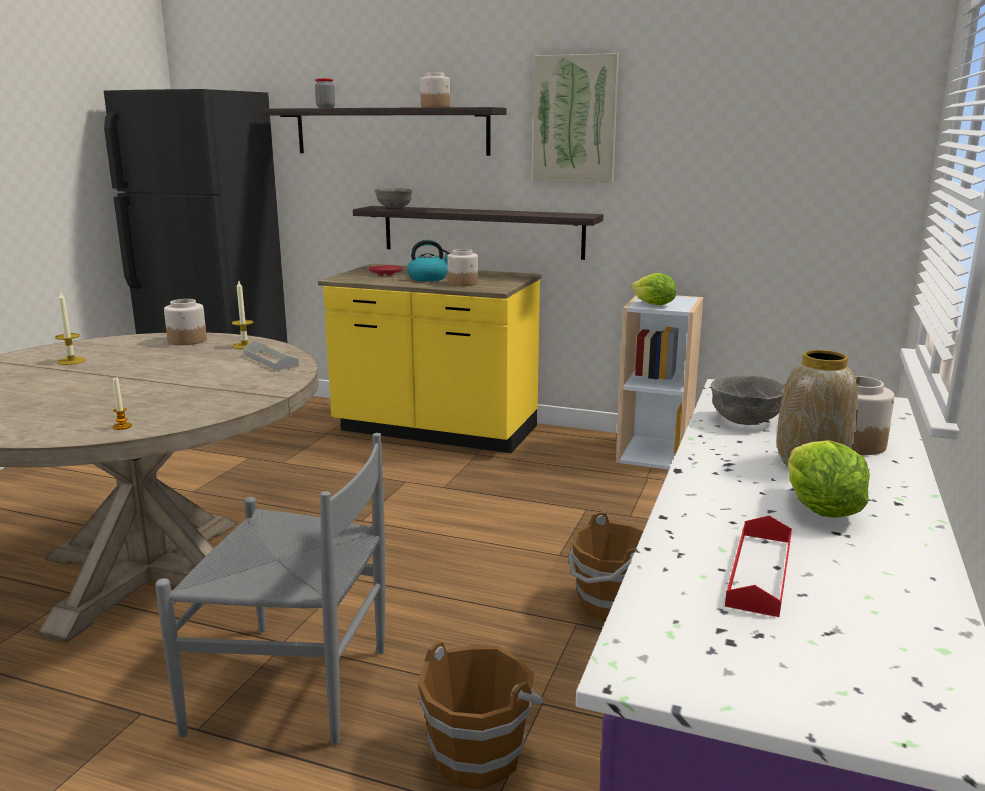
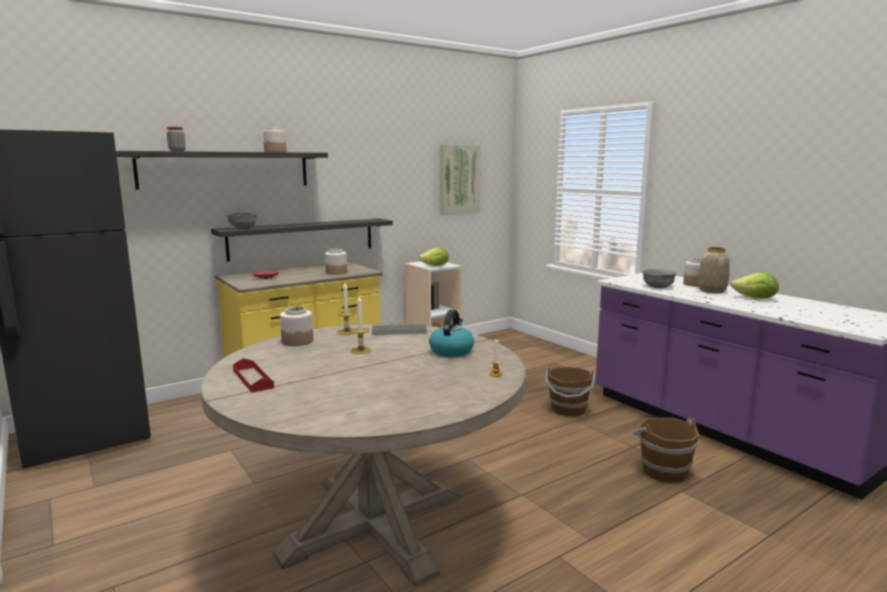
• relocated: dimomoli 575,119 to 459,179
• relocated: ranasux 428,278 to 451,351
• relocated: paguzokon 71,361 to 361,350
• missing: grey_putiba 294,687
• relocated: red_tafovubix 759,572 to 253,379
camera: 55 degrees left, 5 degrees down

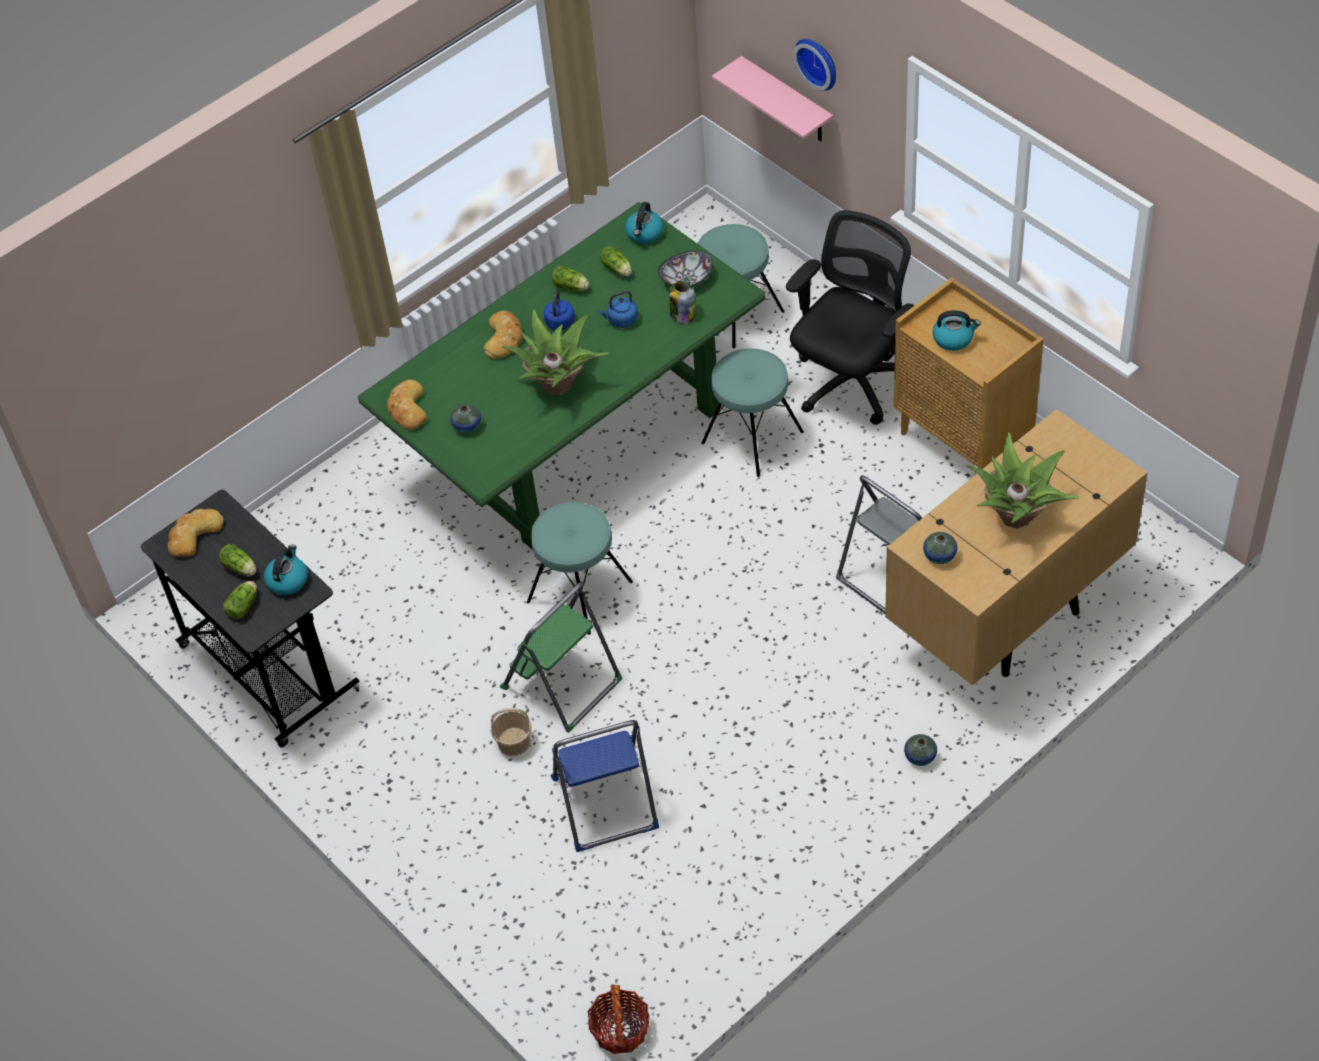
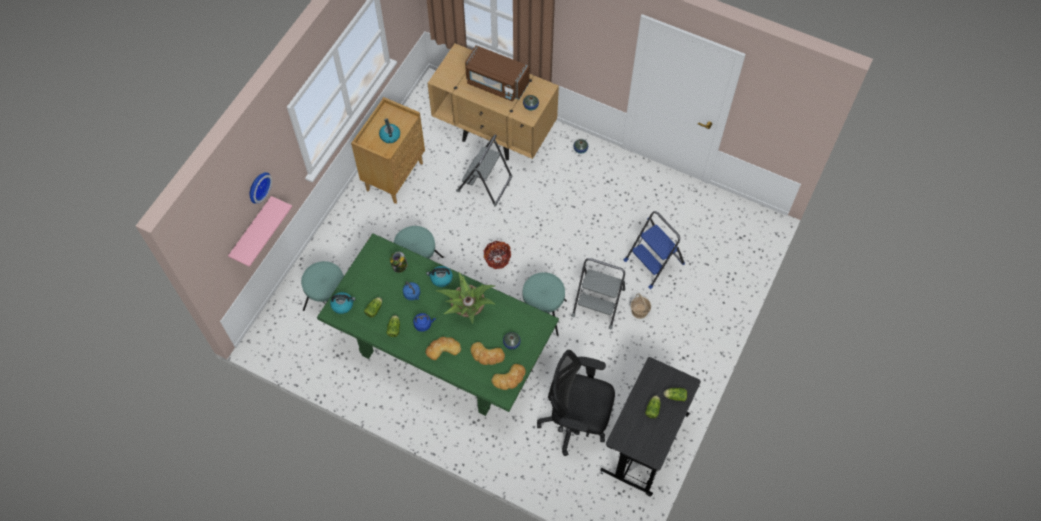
• relocated: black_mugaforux 851,387 to 577,421
• missing: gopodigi 686,280
• exchanged: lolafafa 1017,515 to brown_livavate 496,83
• relocated: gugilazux 193,535 to 487,355
• relocated: ranasux 287,580 to 441,279
• colour: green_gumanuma 564,685 to grey_gumanuma 599,300
• relocated: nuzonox 620,1030 to 497,258
camera: 115 degrees left, 10 degrees up

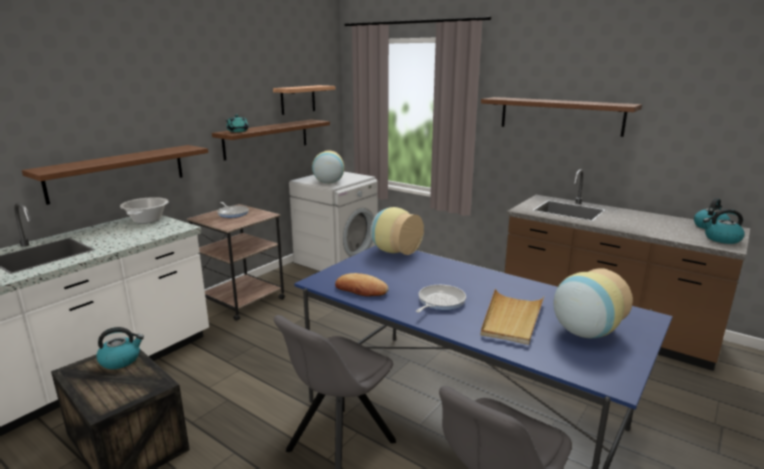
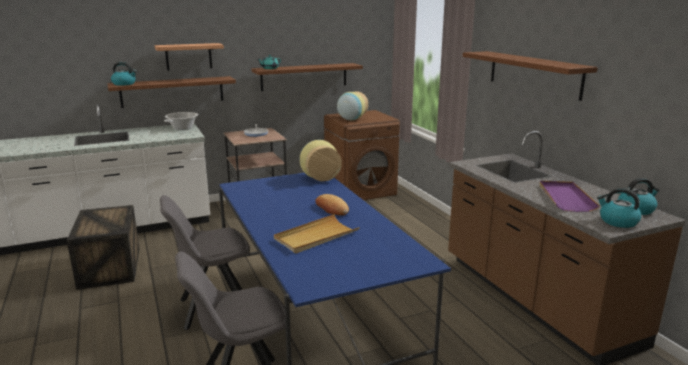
• relocated: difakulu 298,99 to 188,56
• colour: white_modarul 338,259 to brown_modarul 362,190
• missing: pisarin 584,332
• relocated: gugilazux 361,290 to 332,209
• missing: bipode 439,301
• relocated: ranasux 121,360 to 124,84
• appeared: purple_tafovubix 565,198
camera: 30 degrees right, 0 degrees up

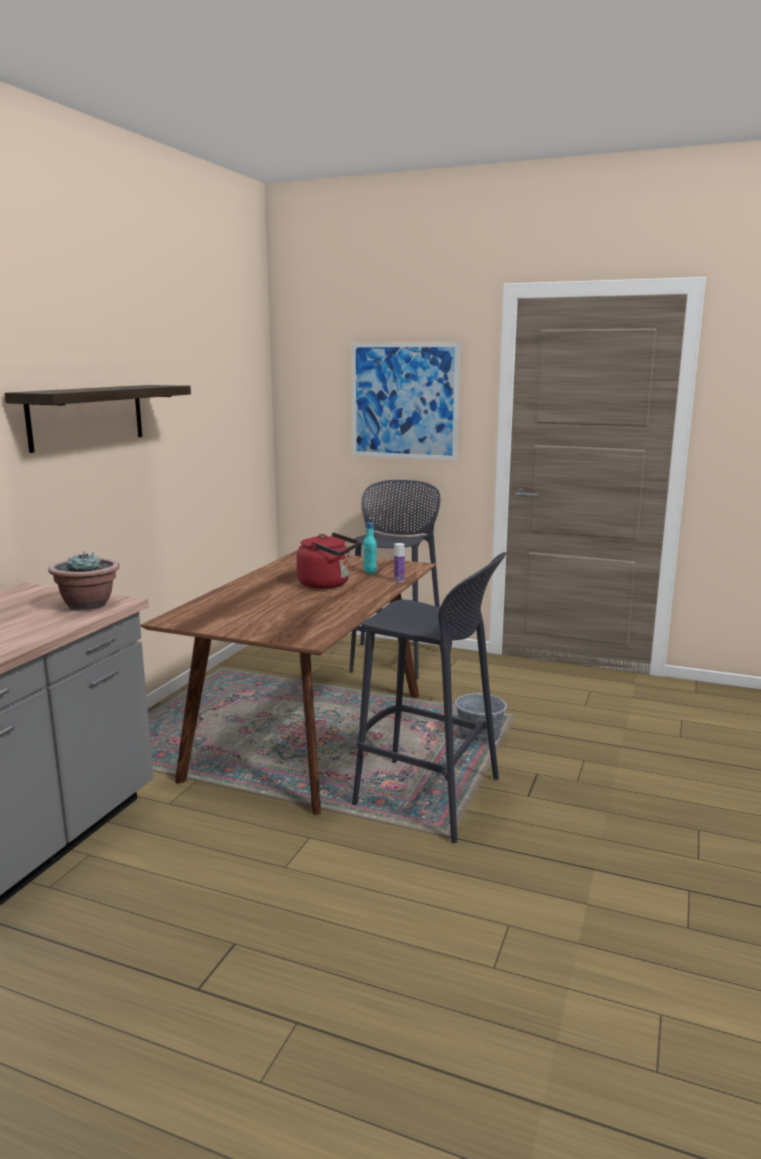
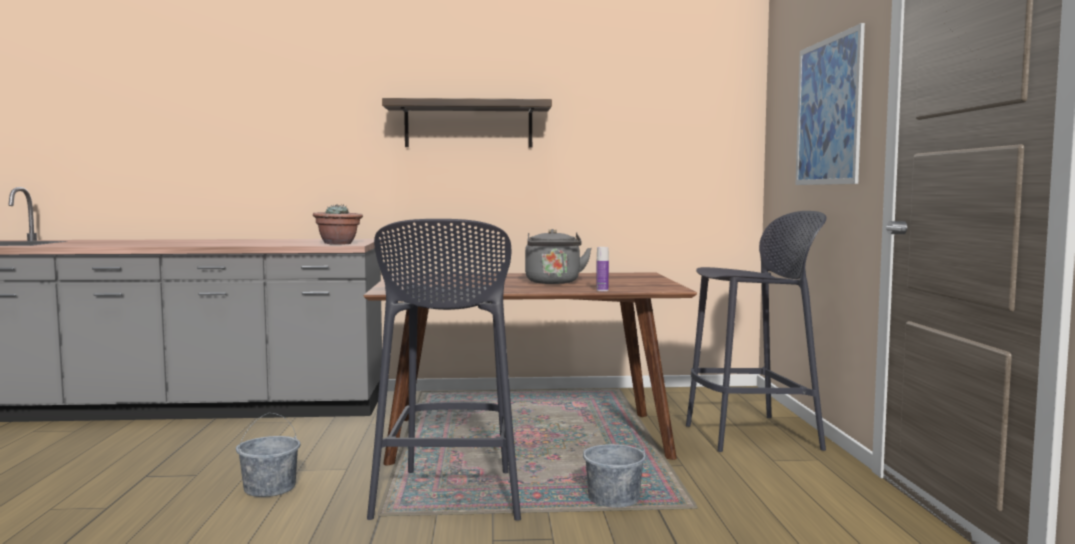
• missing: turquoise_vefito 370,572
• colour: red_ranasux 327,584 to grey_ranasux 553,282
• appeared: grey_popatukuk 270,488
camera: 65 degrees right, 10 degrees down

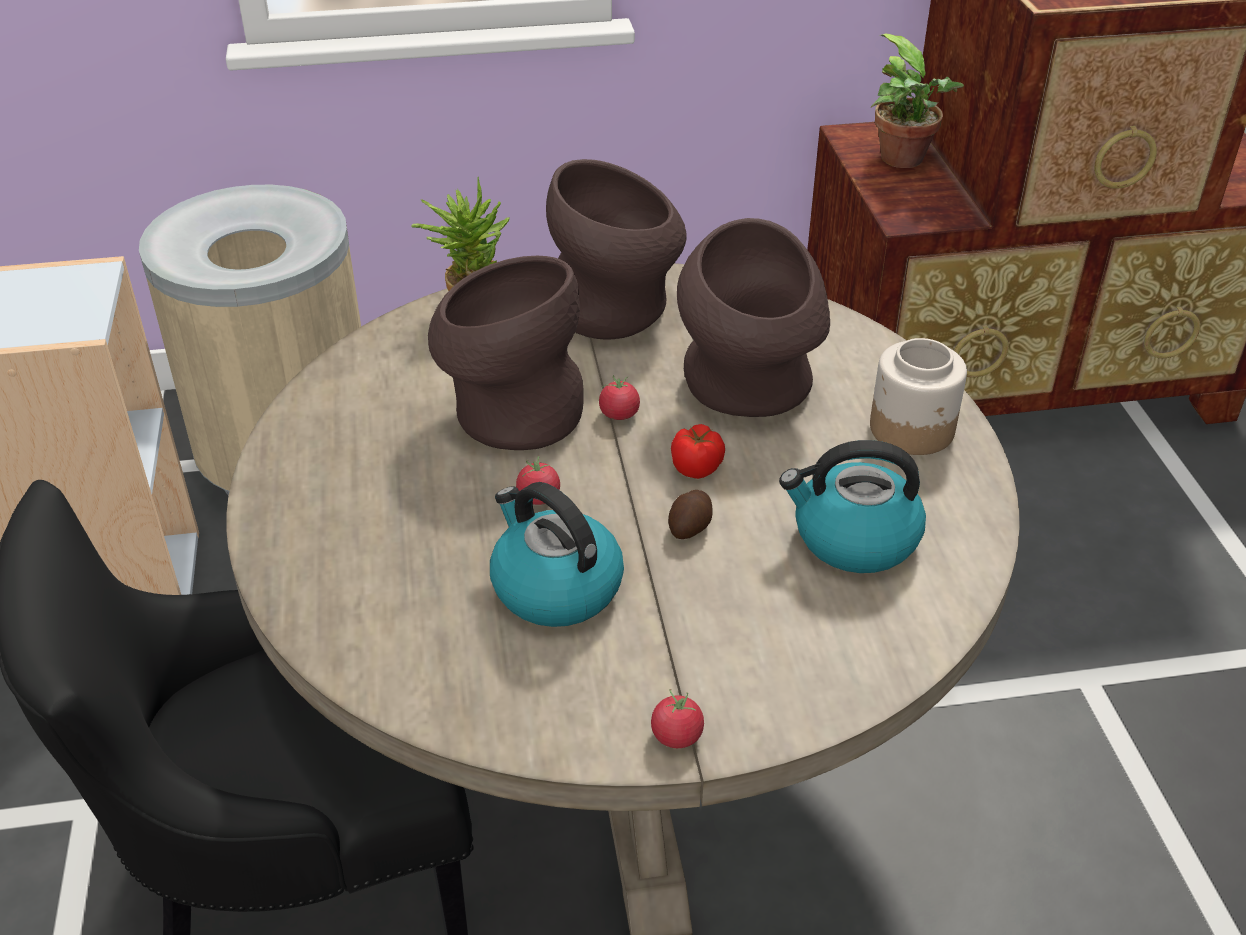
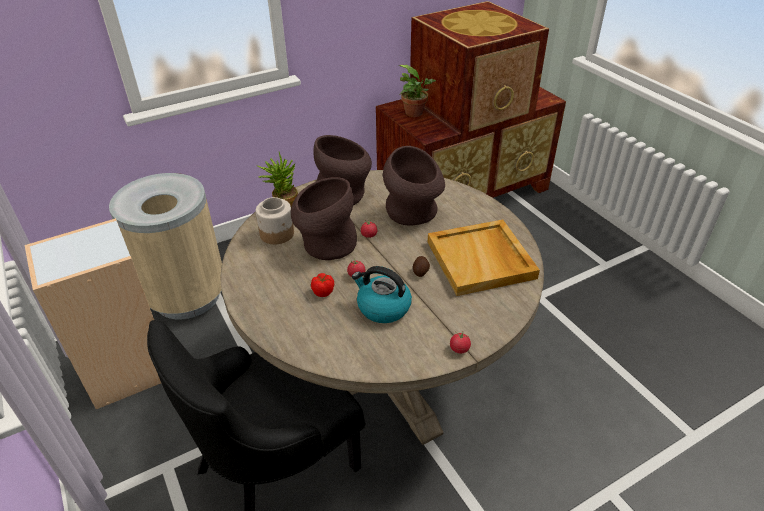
• relocated: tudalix 913,429 to 277,234
• relocated: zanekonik 697,468 to 323,291
• exchanged: ranasux 853,539 to beige_tafovubix 481,260
camera: 20 degrees left, 0 degrees up

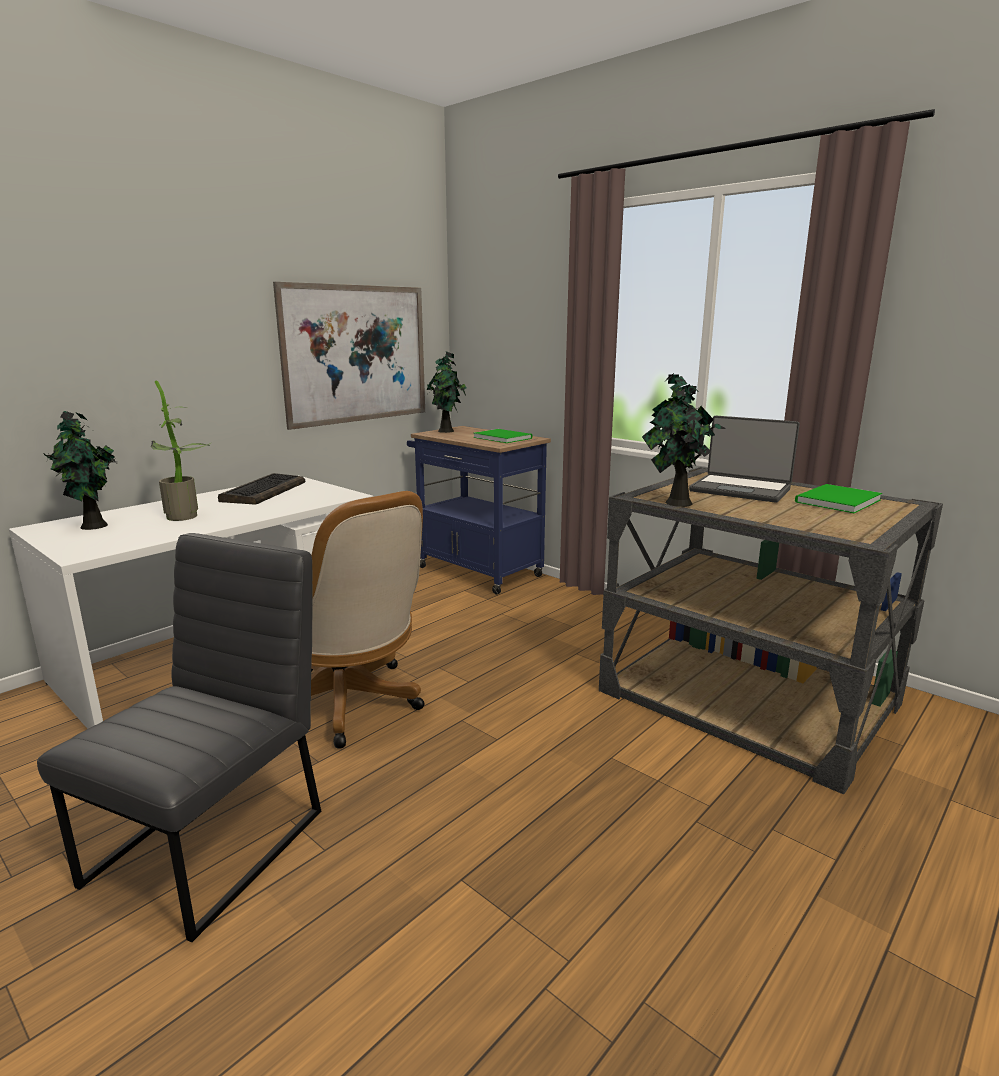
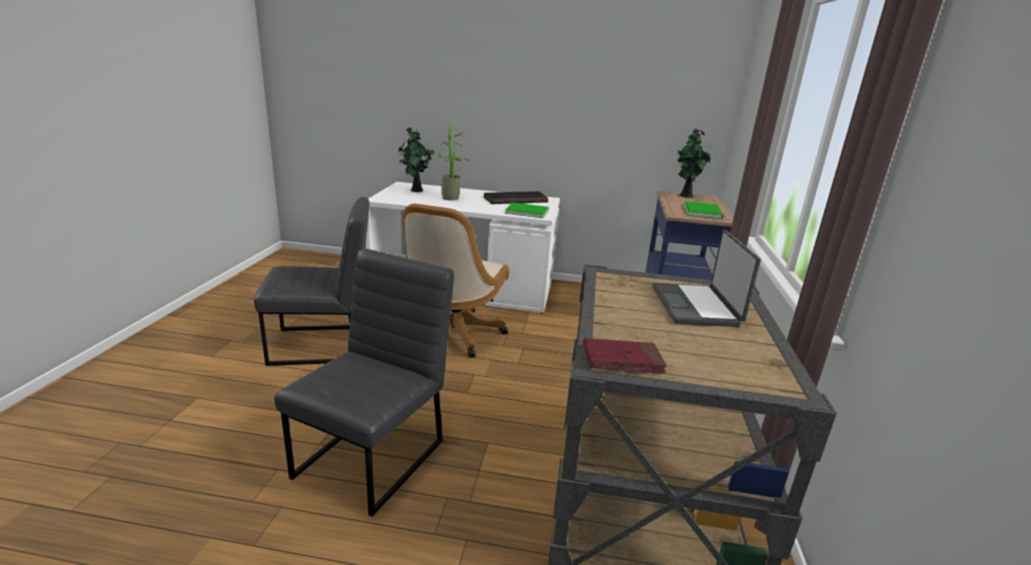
• missing: dimomoli 357,354
• missing: lolafafa 676,503
• relocated: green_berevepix 835,501 to 526,211
• appeared: grey_putiba 374,456
• appeared: red_berevepix 622,359
camera: 55 degrees right, 5 degrees up

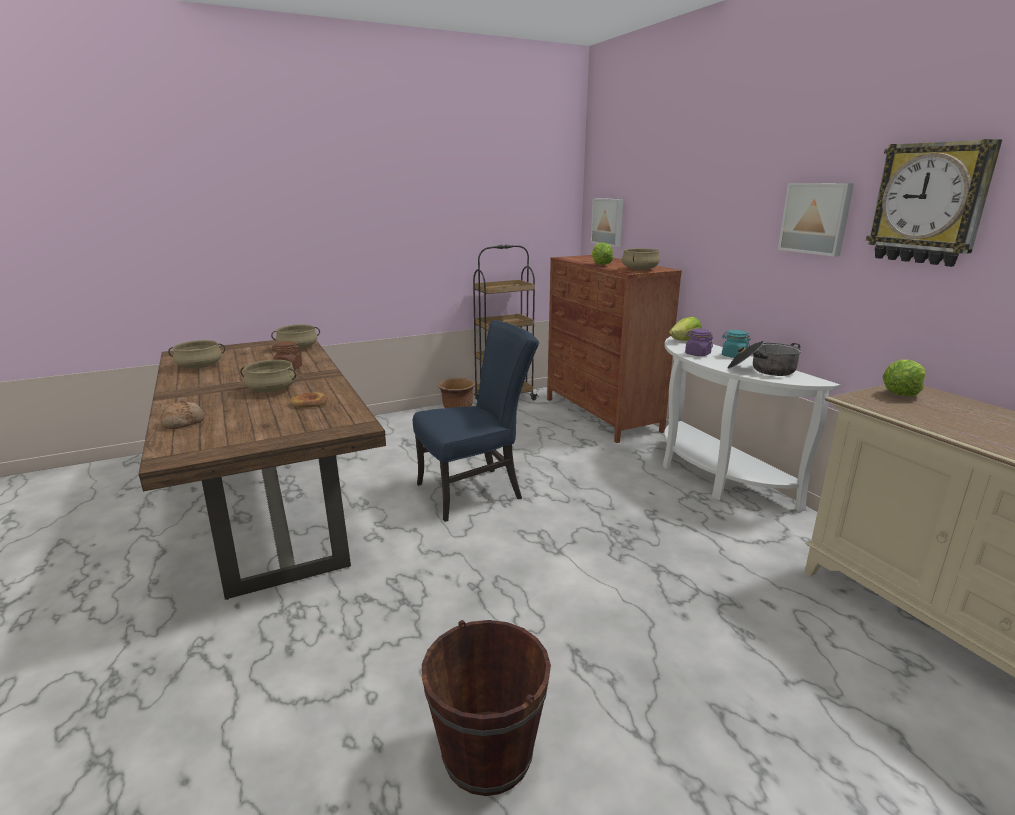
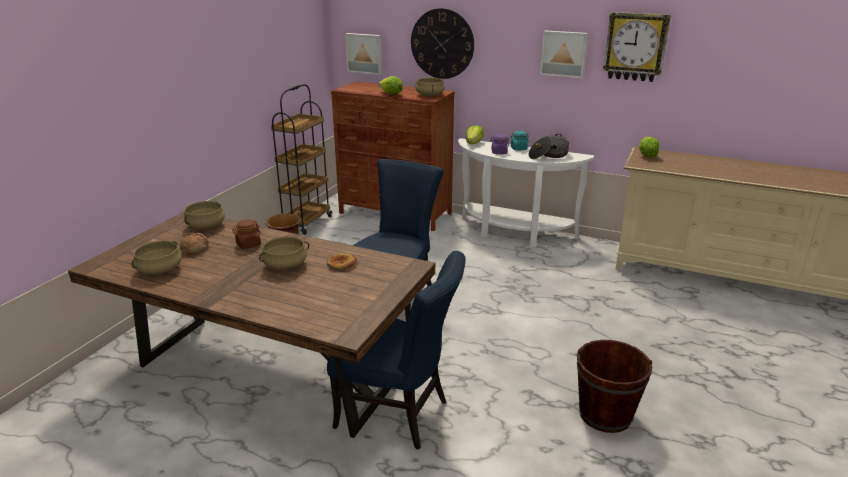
• relocated: gugilazux 183,422 to 194,249
• appeared: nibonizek 442,44
• appeared: blue_putiba 399,414
camera: 40 degrees left, 5 degrees up

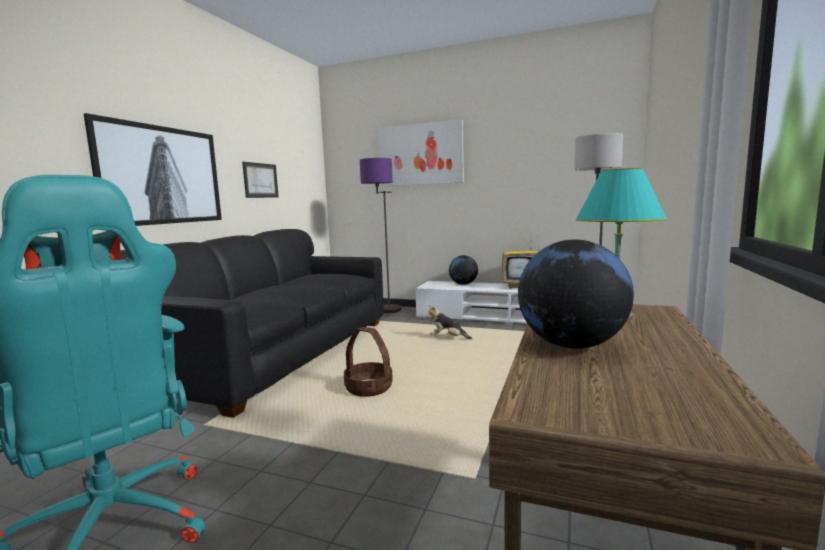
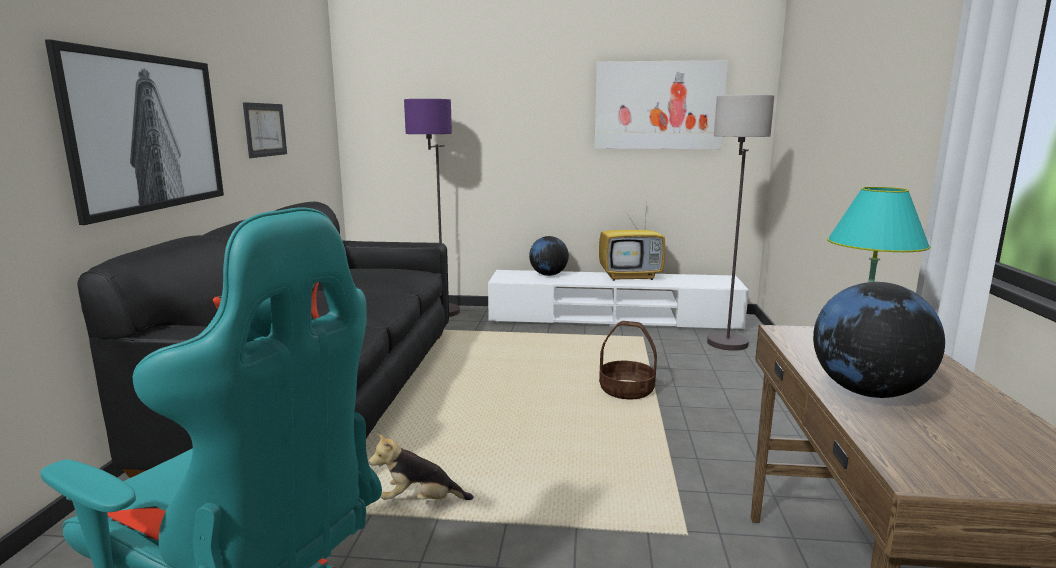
• relocated: dimomoli 420,154 to 658,105
• relocated: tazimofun 447,338 to 421,501
• relocated: nuzonox 369,388 to 627,390
camera: 15 degrees left, 5 degrees up

